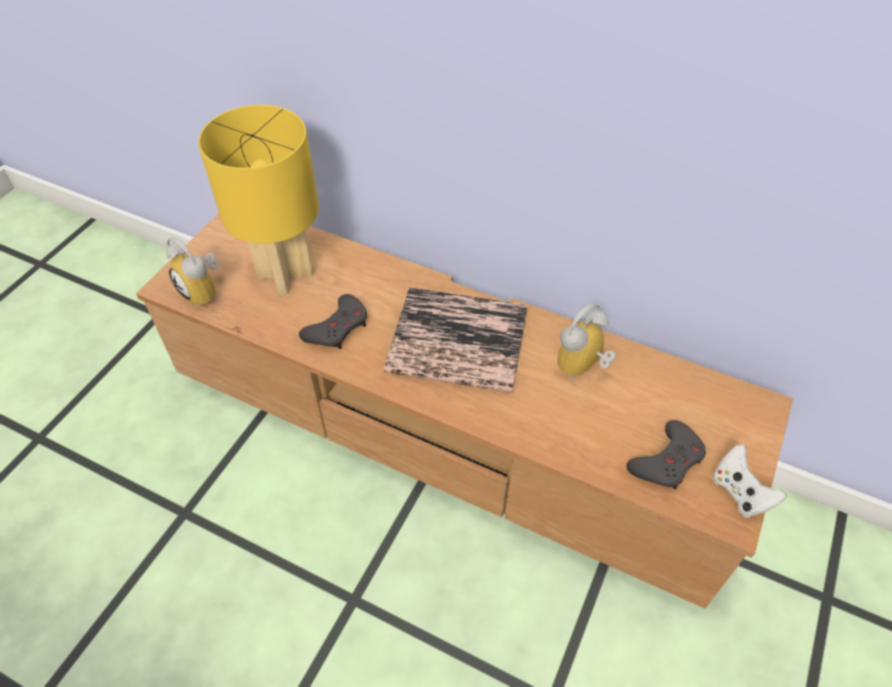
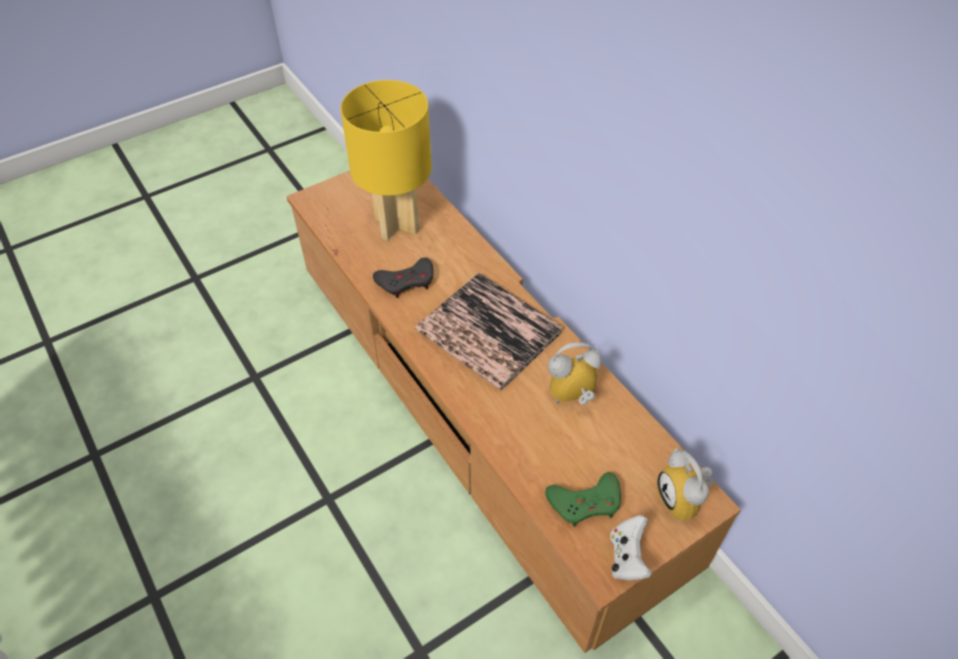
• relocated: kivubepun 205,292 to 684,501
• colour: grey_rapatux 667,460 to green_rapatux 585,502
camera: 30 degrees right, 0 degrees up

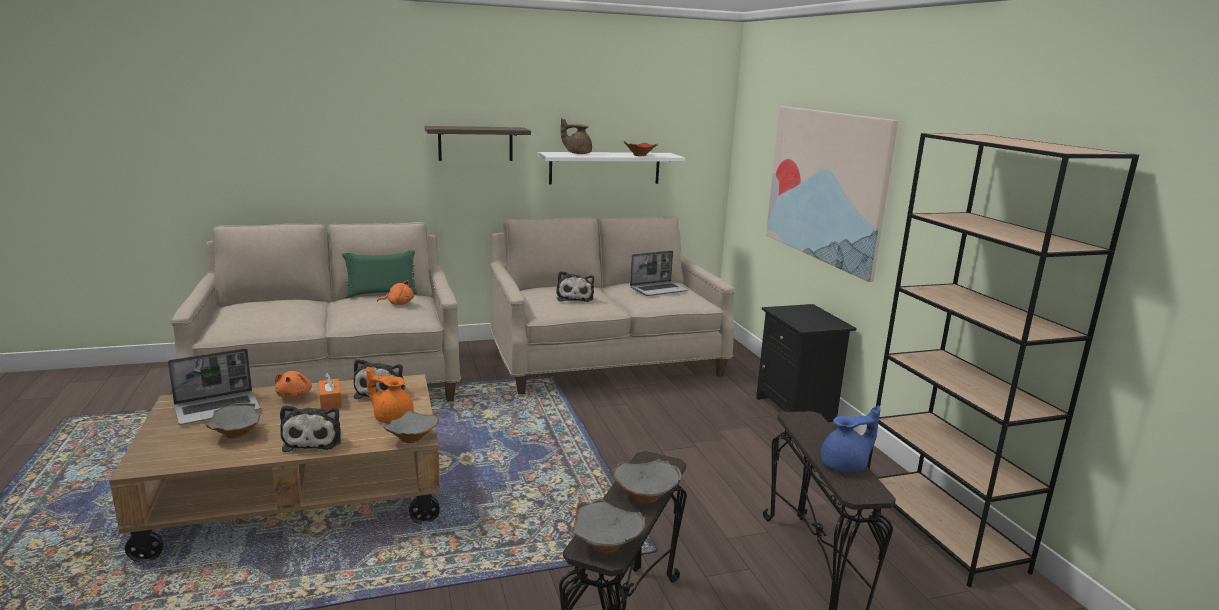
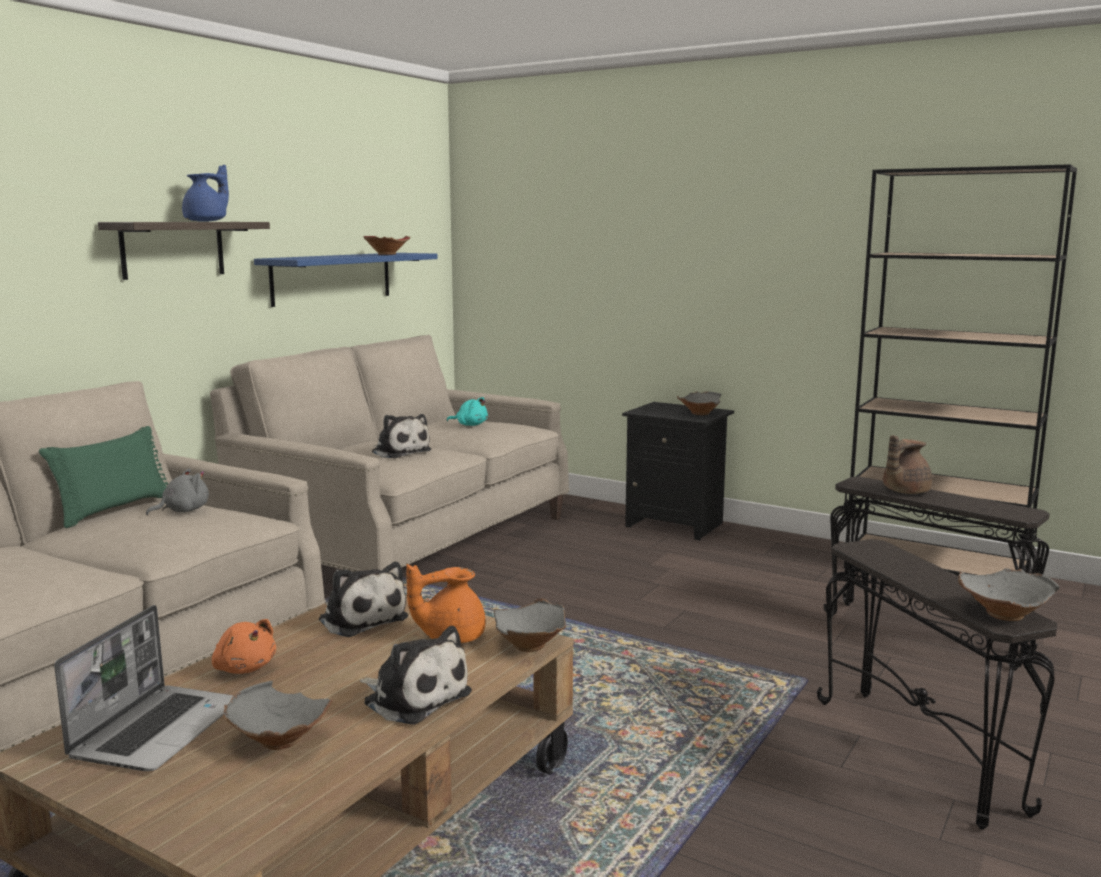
• missing: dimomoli 825,186
• relocated: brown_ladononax 577,153 to 904,491
• colour: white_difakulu 605,168 to blue_difakulu 332,278
• exchanged: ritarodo 659,289 to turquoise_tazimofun 470,425
• colour: orange_tazimofun 398,303 to grey_tazimofun 183,511
• missing: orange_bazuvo 330,401
• relocated: blue_ladononax 845,465 to 207,221
• relocated: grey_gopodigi 645,495 to 699,413
camera: 40 degrees left, 5 degrees down

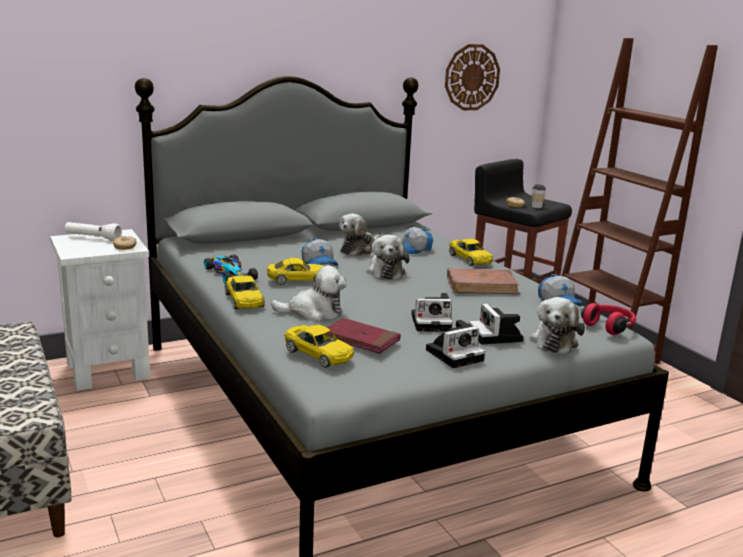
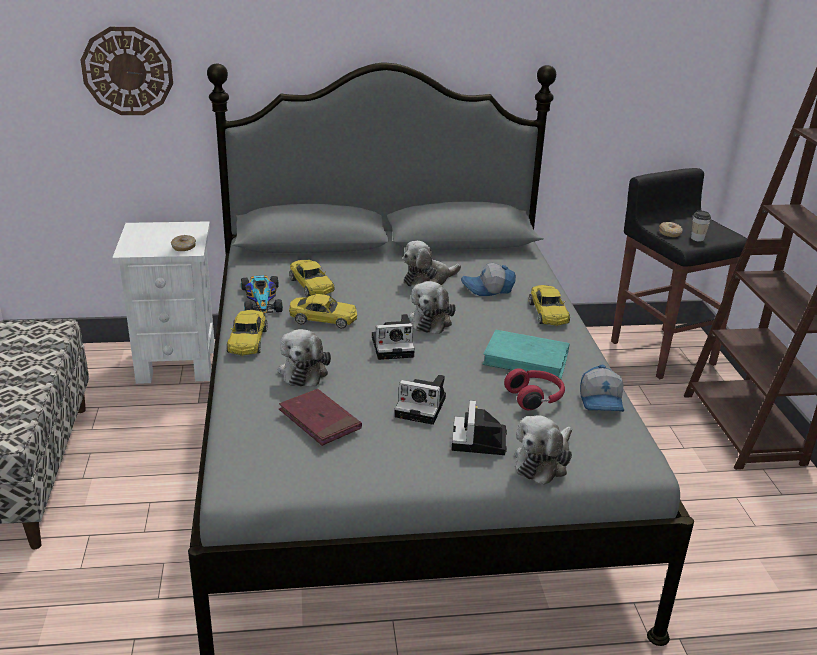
• relocated: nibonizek 472,77 to 127,71
• missing: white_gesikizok 93,238
• missing: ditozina 320,264
• spun: tazimofun 313,312 = 304,370 75 degrees clockwise
• colour: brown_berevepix 482,285 to turquoise_berevepix 526,359
• relocated: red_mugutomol 609,326 to 535,398
• relocated: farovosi 455,354 to 394,346
• relocated: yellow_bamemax 318,354 to 311,285
camera: 20 degrees right, 10 degrees up

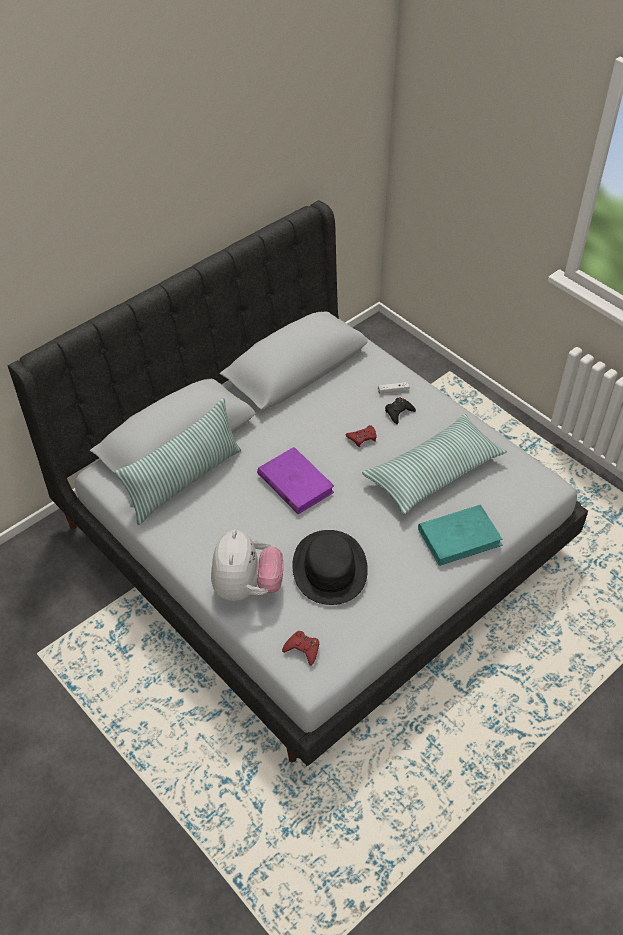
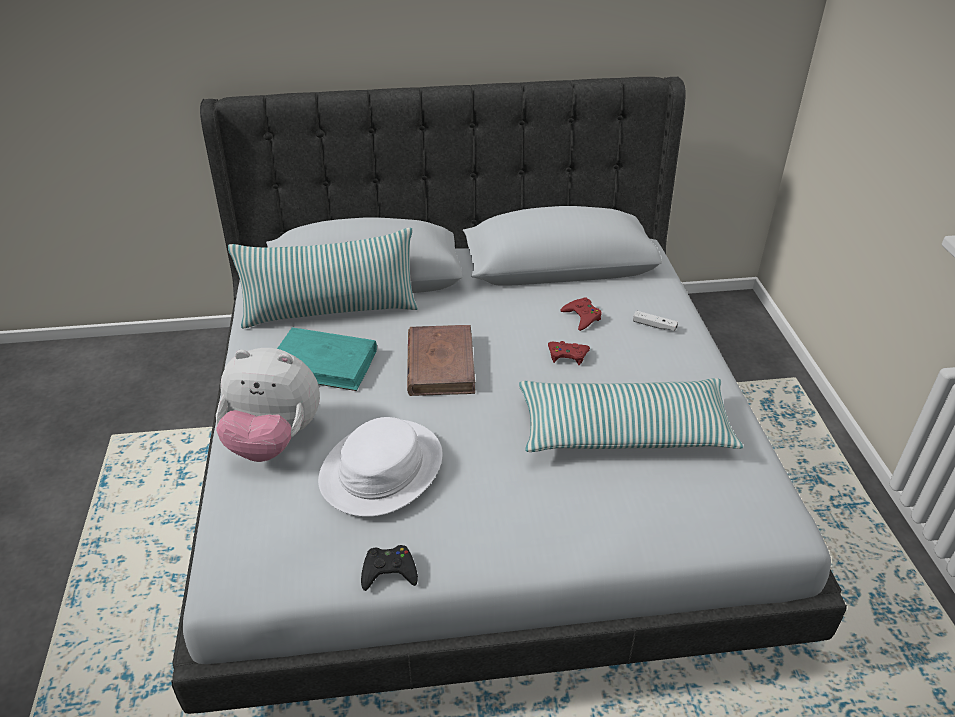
• relocated: black_rapatux 398,412 to 389,571
• colour: purple_berevepix 295,483 to brown_berevepix 441,364
• relocated: turquoise_berevepix 459,537 to 324,363
• spun: tazimofun 247,587 = 273,440 60 degrees clockwise
• colour: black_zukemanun 329,568 to white_zukemanun 381,468
• relocated: red_rapatux 303,649 to 582,317
camera: 35 degrees right, 10 degrees down

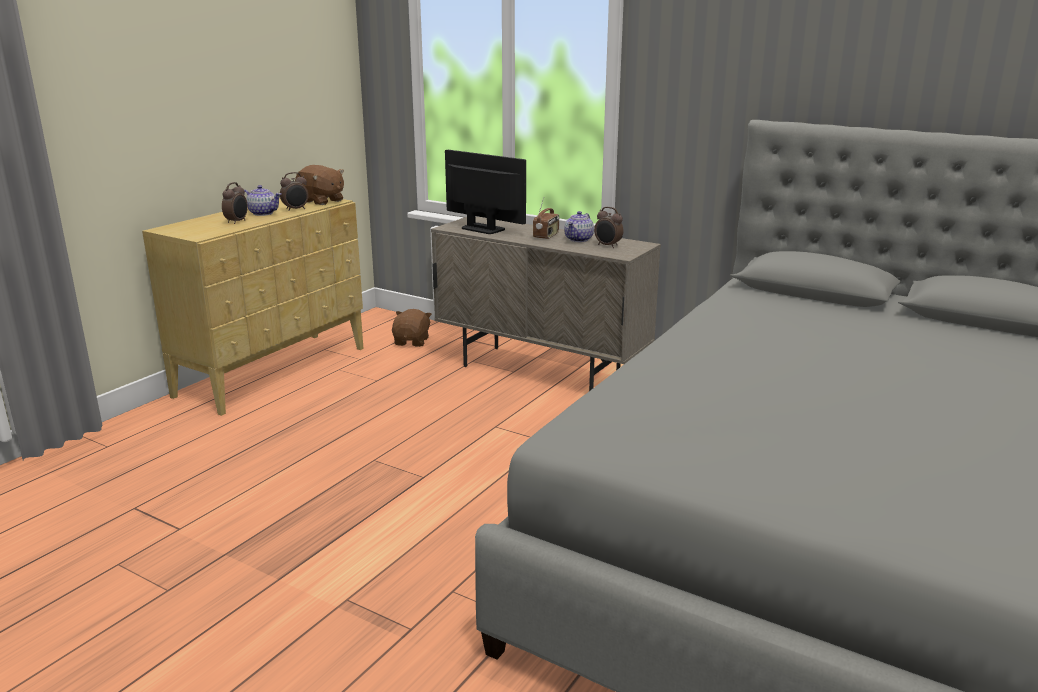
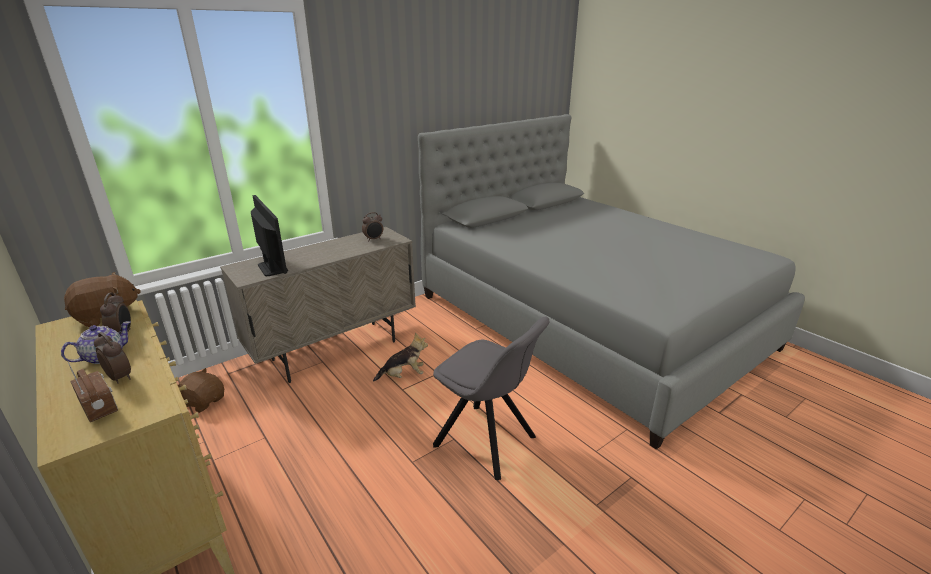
• spun: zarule 483,229 = 272,268 90 degrees clockwise
• relocated: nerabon 546,236 to 100,408
• missing: ladononax 579,239
• appeared: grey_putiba 486,441
• appeared: tazimofun 403,375
camera: 70 degrees left, 5 degrees up

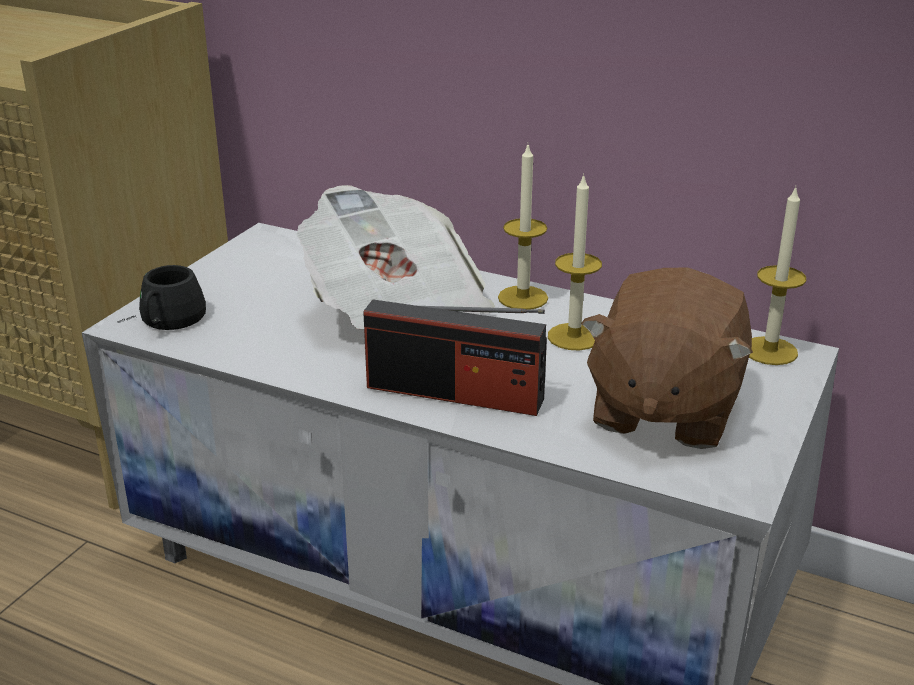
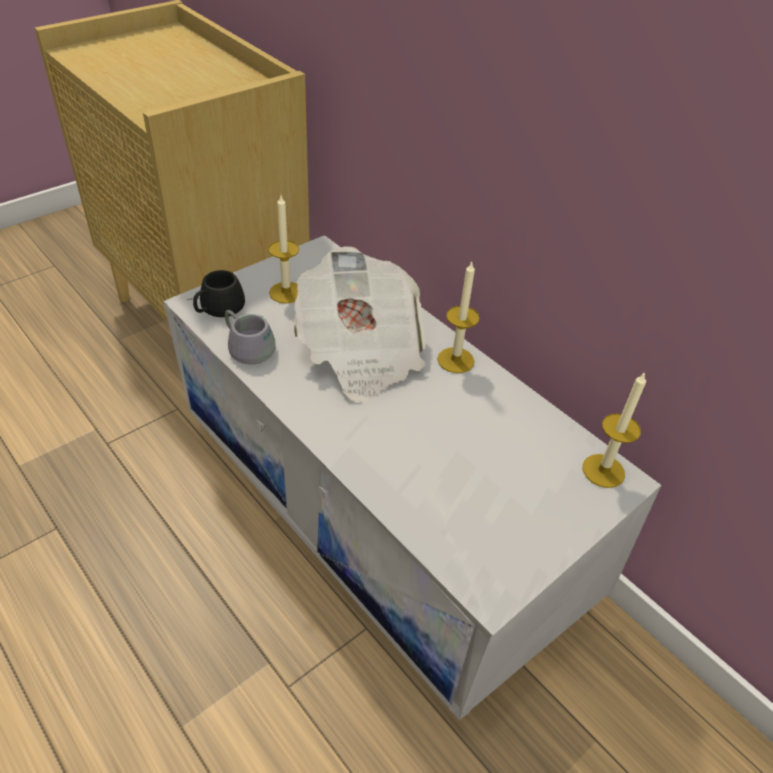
• relocated: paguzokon 574,337 to 286,292
• missing: brown_tazimofun 663,409
• missing: nerabon 455,393
• appeared: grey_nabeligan 251,344
camera: 20 degrees right, 15 degrees up

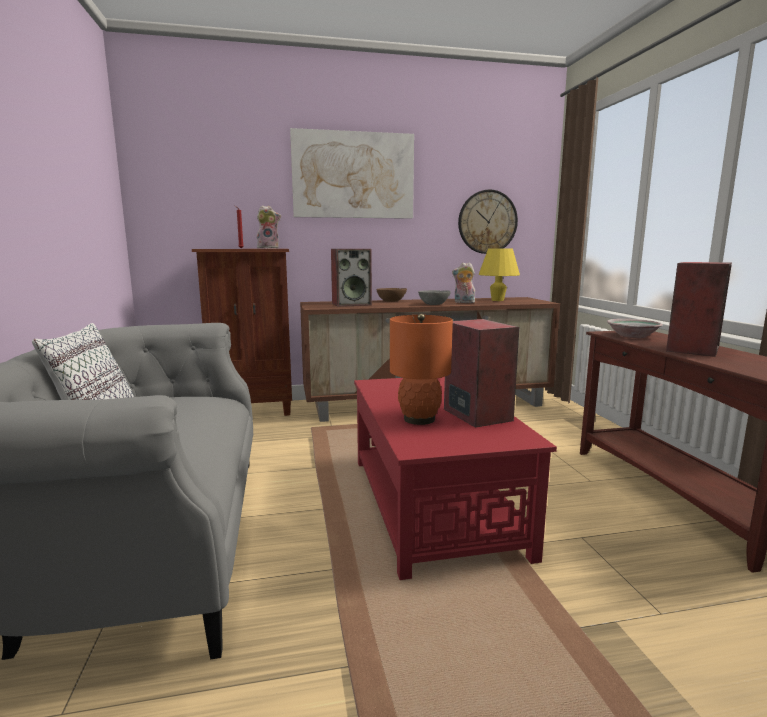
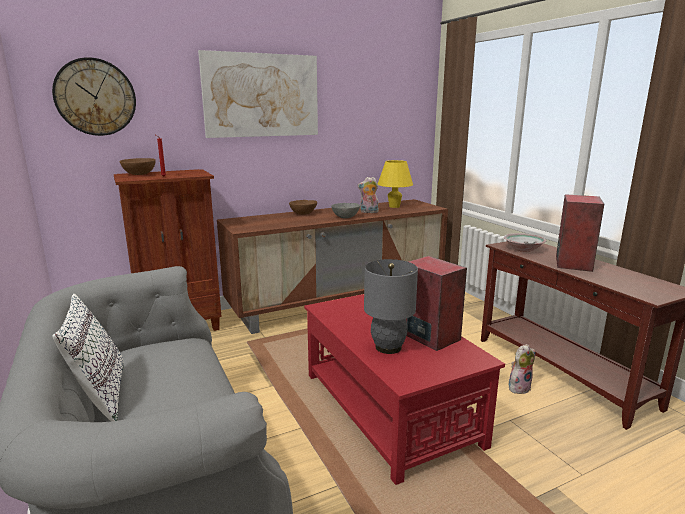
• relocated: nibonizek 487,222 to 95,97
• relocated: tazimofun 268,248 to 518,387
• missing: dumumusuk 352,304
• colour: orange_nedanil 419,419 to grey_nedanil 388,347
• appeared: brown_gopodigi 139,174
camera: 15 degrees left, 5 degrees up

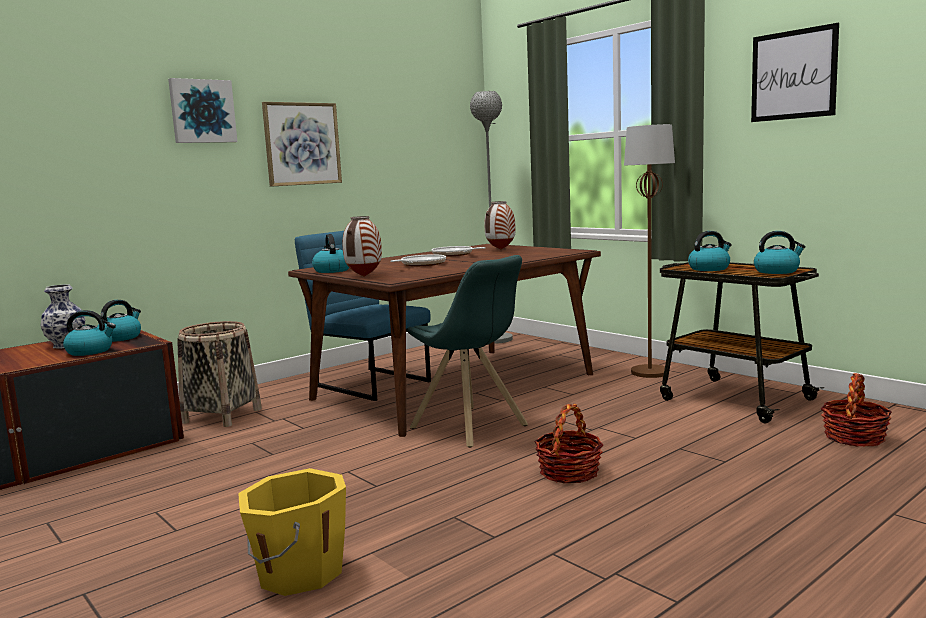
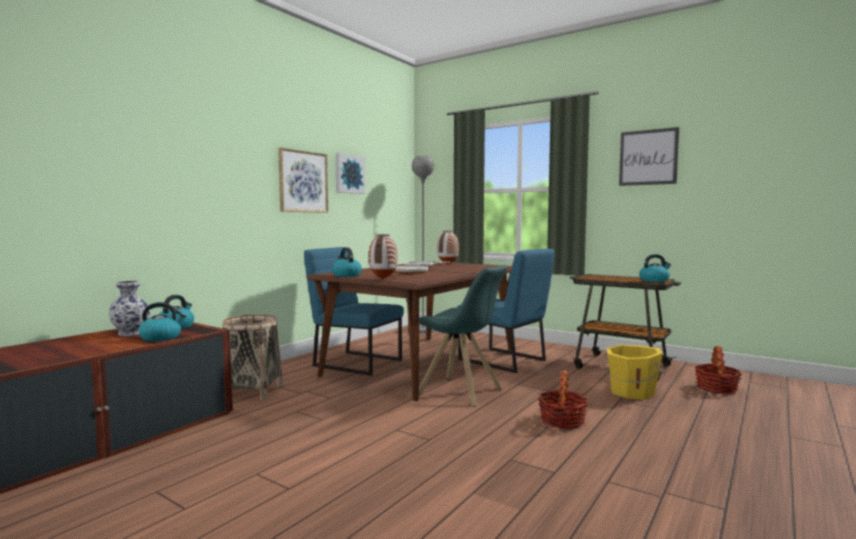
• relocated: dimomoli 202,111 to 349,174
• missing: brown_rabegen 650,372
• missing: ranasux 709,268
• relocated: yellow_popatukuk 298,572 to 631,392
• appeared: blue_putiba 504,360
camera: 15 degrees left, 5 degrees down

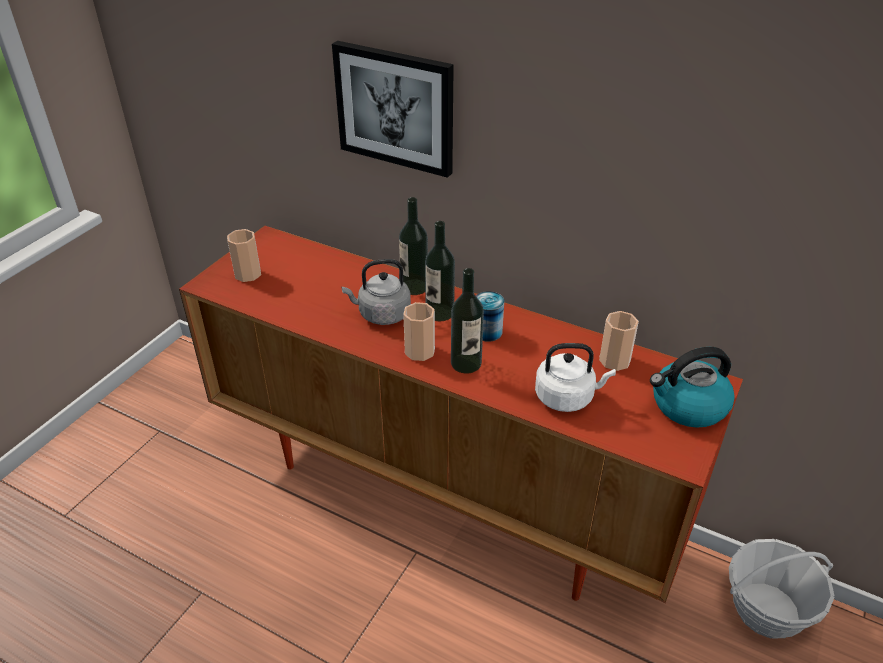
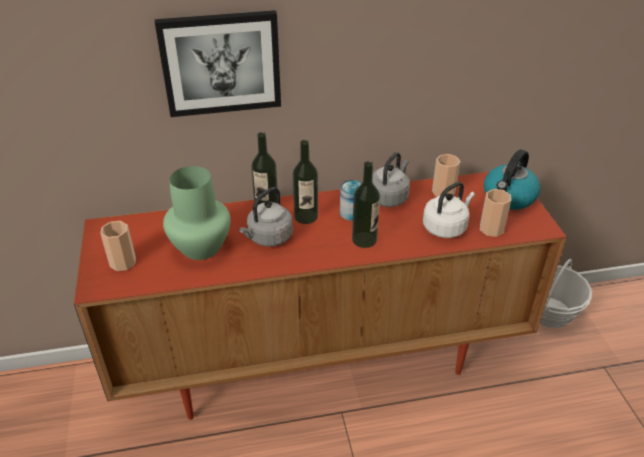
• relocated: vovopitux 419,351 to 491,229
• appeared: grey_ranasux 388,197
• appeared: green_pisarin 201,247
camera: 40 degrees left, 0 degrees up

